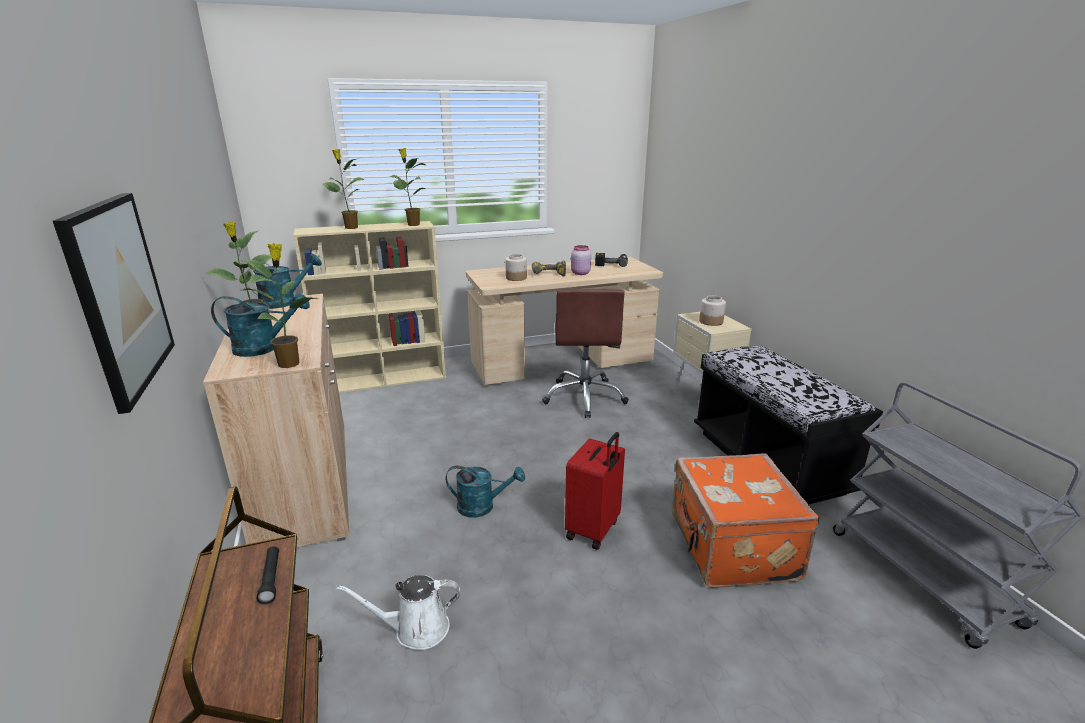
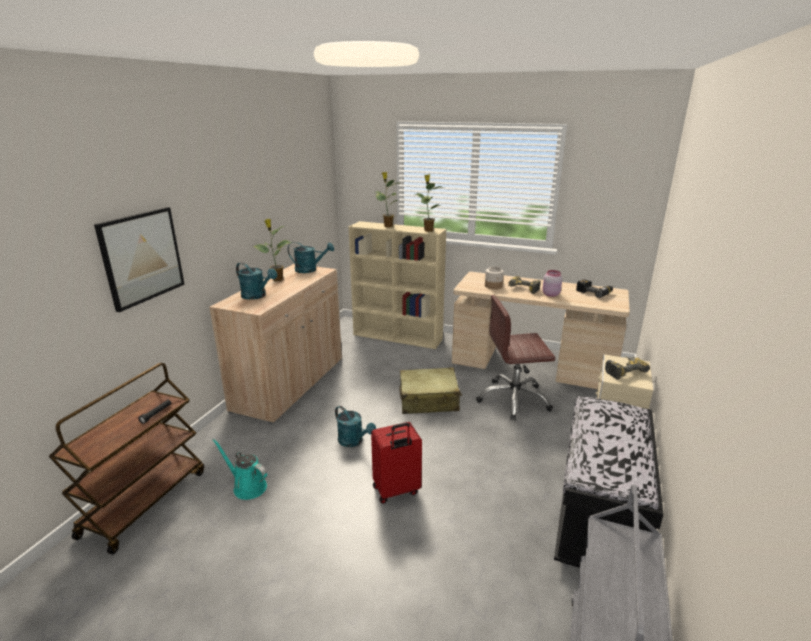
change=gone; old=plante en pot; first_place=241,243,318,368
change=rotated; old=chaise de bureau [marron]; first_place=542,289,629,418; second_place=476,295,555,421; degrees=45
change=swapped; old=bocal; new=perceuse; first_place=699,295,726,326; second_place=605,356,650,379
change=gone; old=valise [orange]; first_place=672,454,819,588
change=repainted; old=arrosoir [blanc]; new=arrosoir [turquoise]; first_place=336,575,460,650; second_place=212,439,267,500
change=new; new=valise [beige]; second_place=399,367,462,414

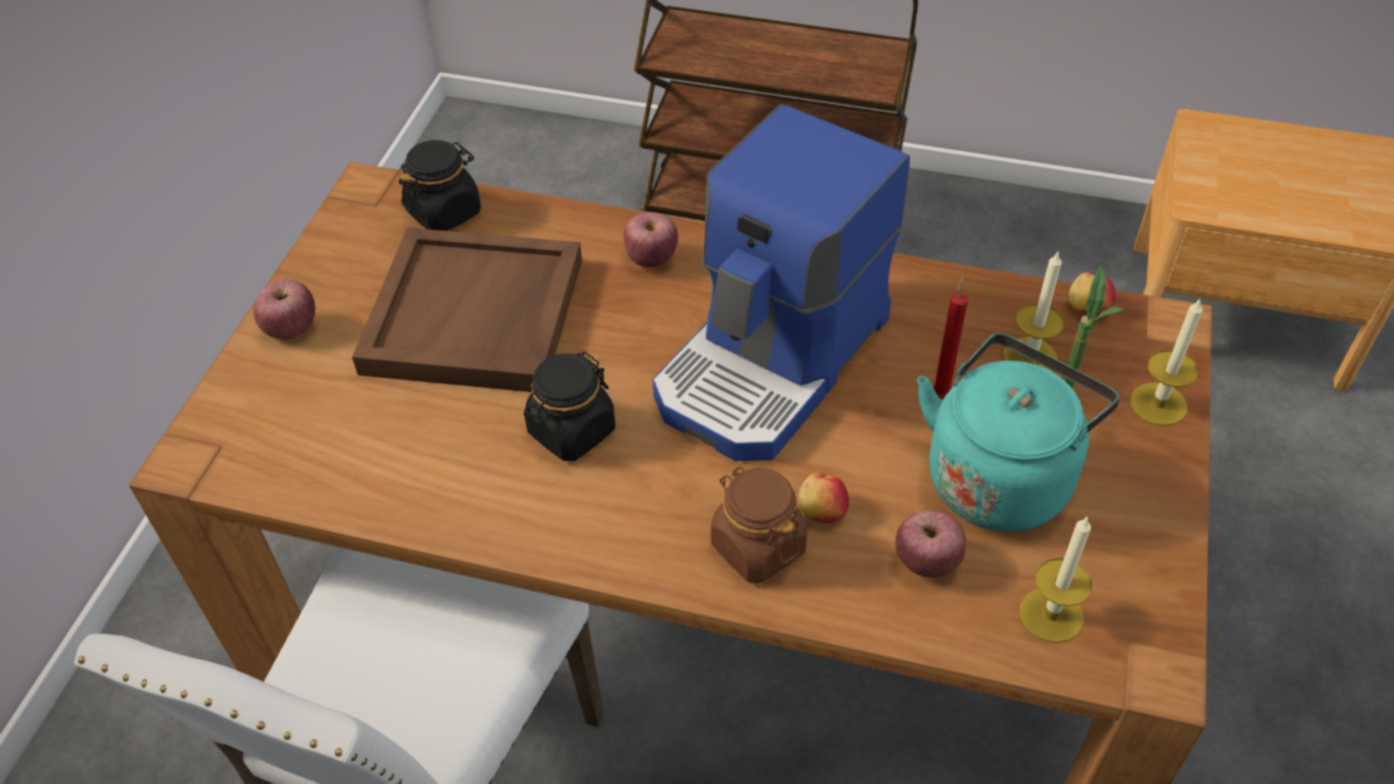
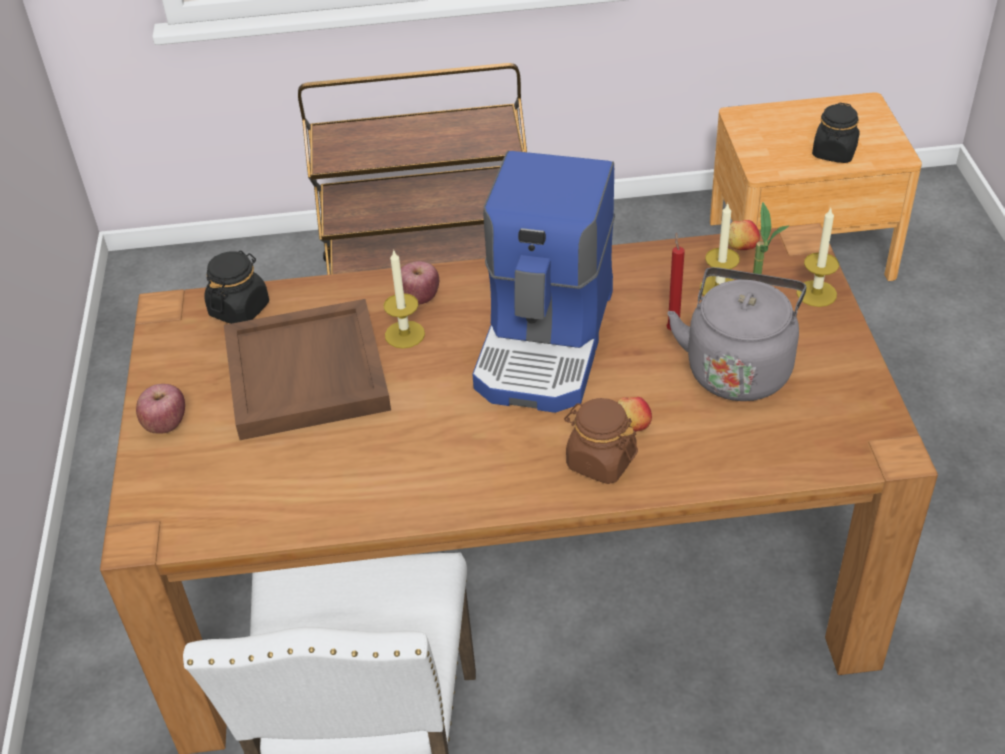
change=repainted; old=bouilloire [turquoise]; new=bouilloire [gris]; first_place=917,333,1120,532; second_place=667,267,806,401
change=shifted; old=bocal [noir]; first_place=524,352,615,461; second_place=812,103,860,163
change=gone; old=pomme; first_place=895,511,966,577
change=shifted; old=bougie; first_place=1020,517,1092,643; second_place=384,249,425,348

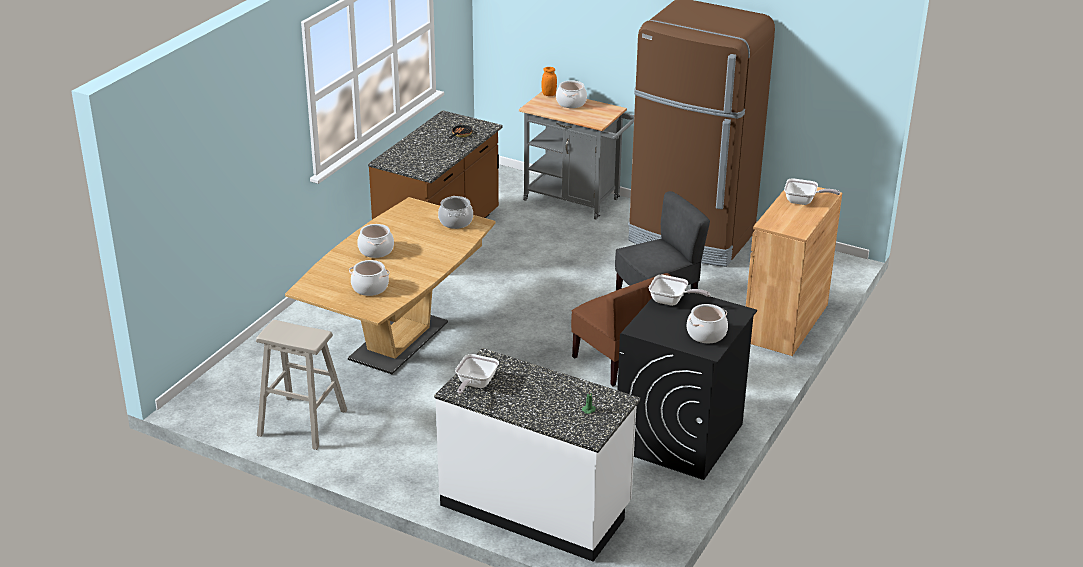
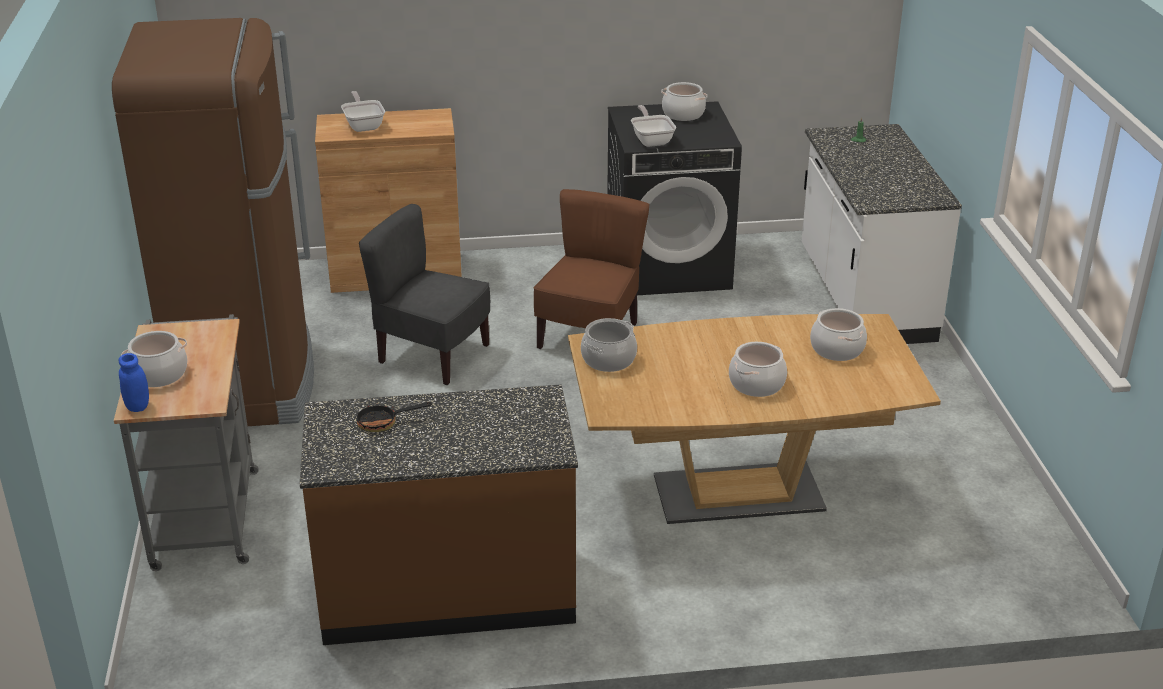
change=repainted; old=bocal [orange]; new=bocal [bleu]; first_place=542,67,557,96; second_place=119,353,149,412
change=gone; old=tabouret [beige]; first_place=256,320,347,450
change=gone; old=poêle; first_place=455,354,499,394

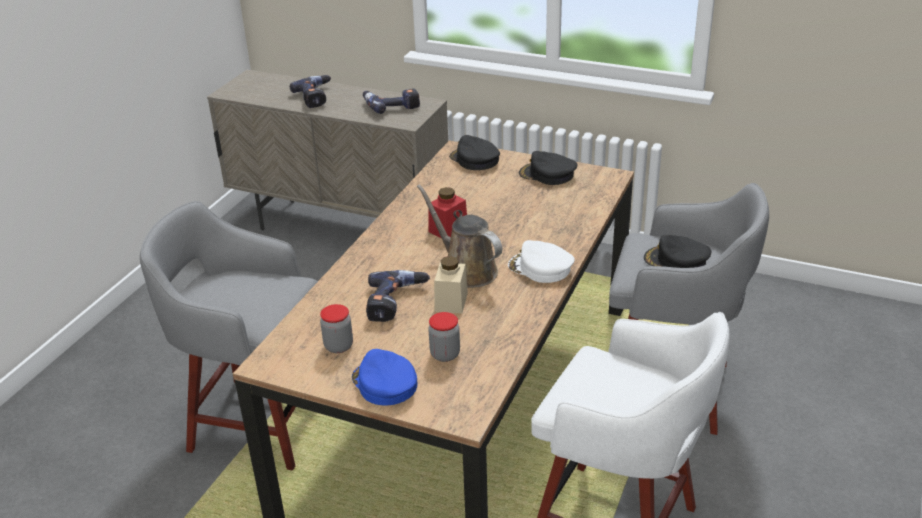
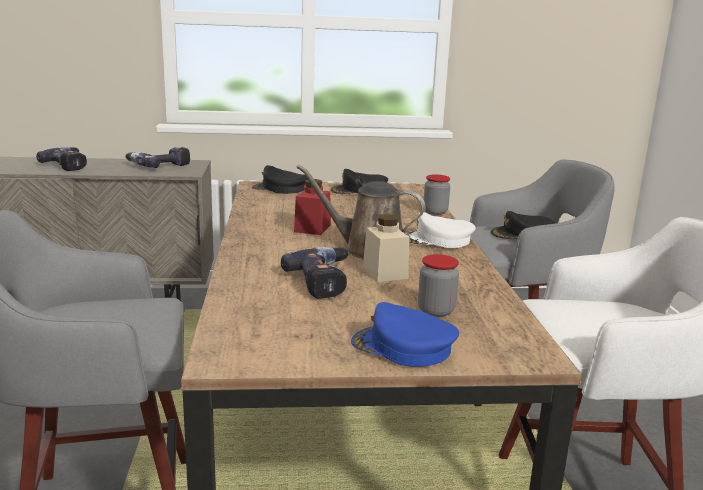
change=shifted; old=bocal; first_place=320,304,353,353; second_place=424,174,450,215

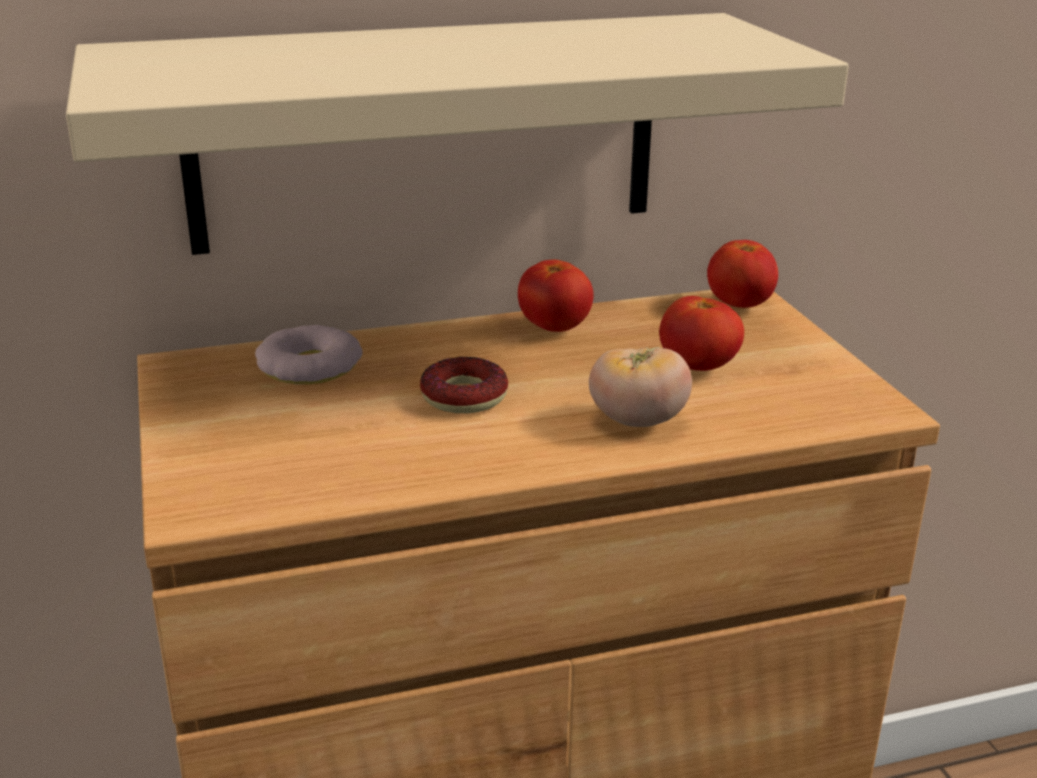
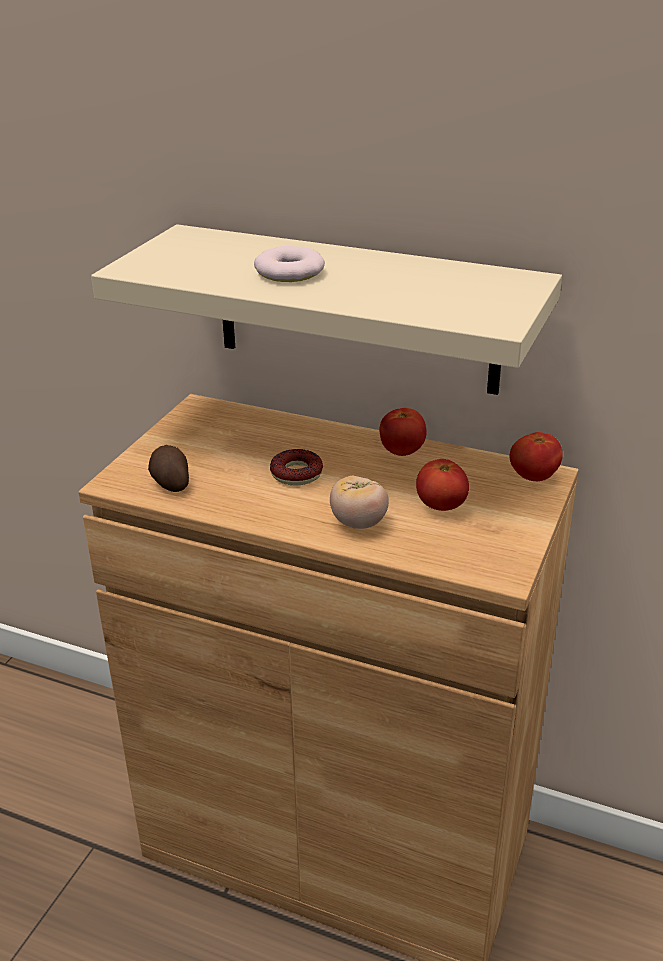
change=shifted; old=beignet; first_place=255,325,363,385; second_place=254,246,325,282
change=new; new=pomme de terre; second_place=148,445,189,492

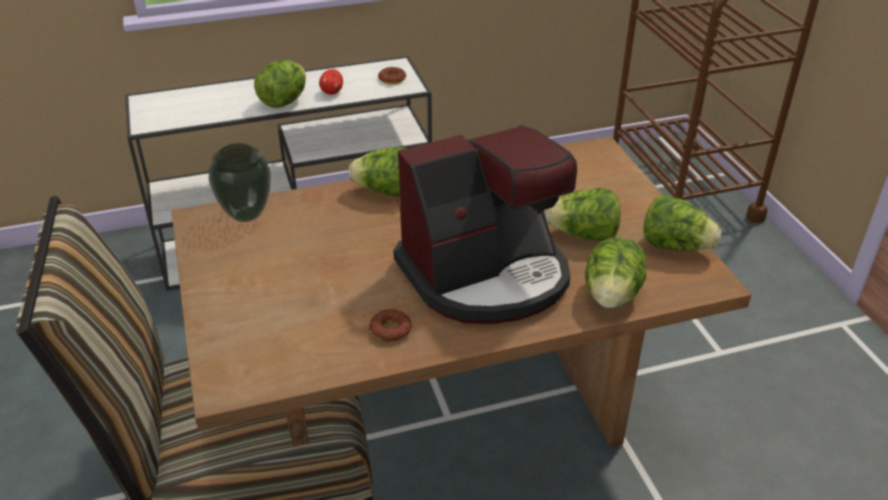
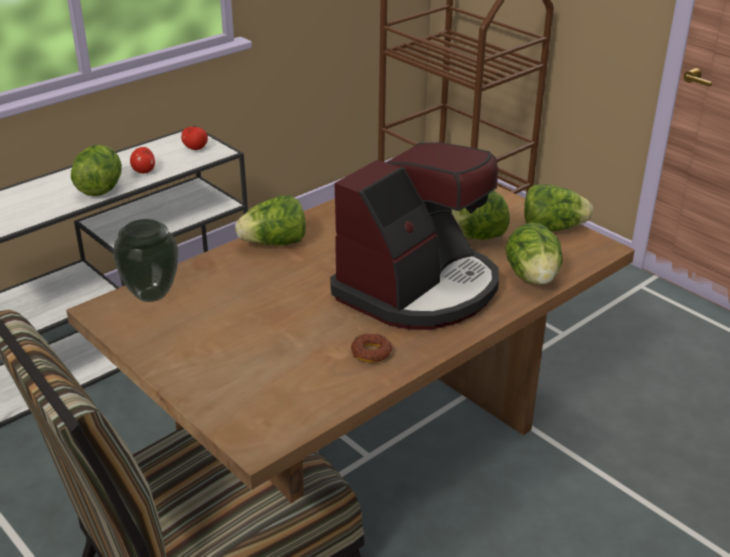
change=swapped; old=beignet; new=pomme; first_place=378,67,406,84; second_place=181,127,208,150

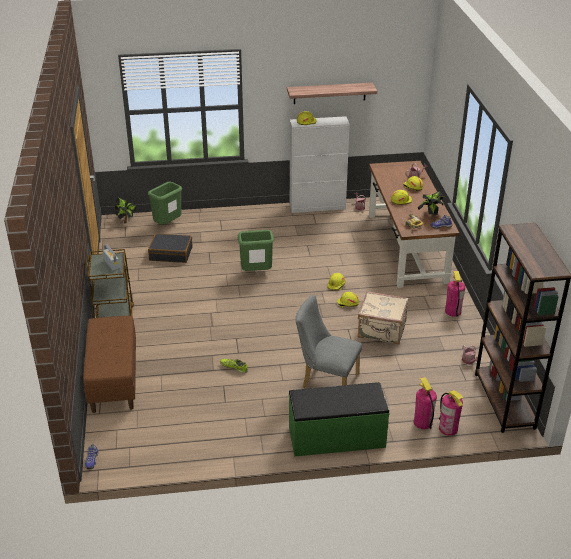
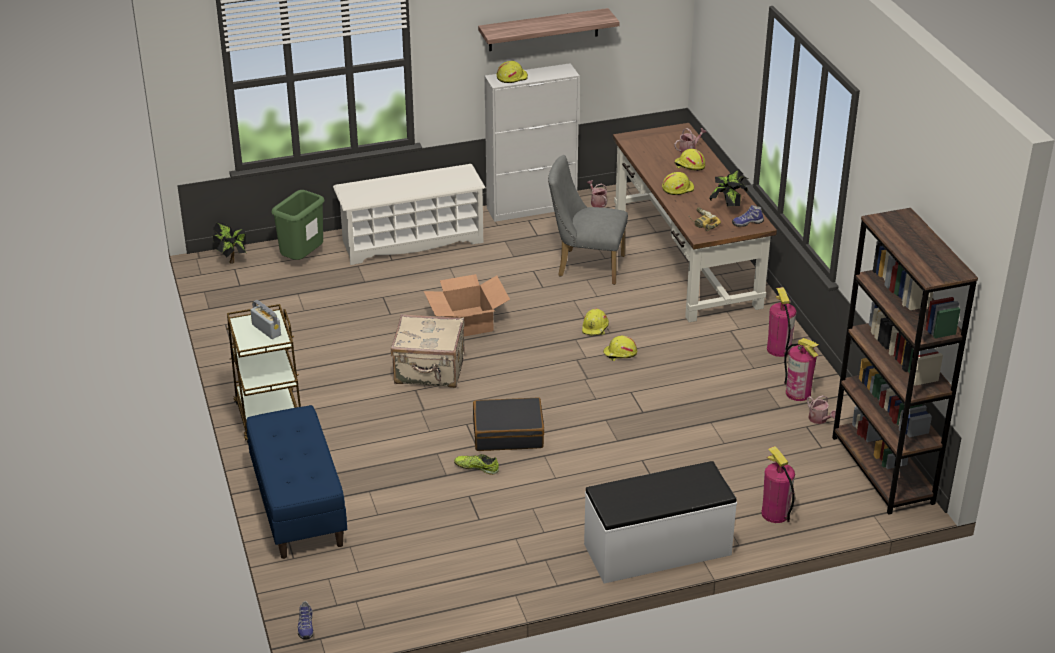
change=swapped; old=poubelle [vert]; new=carton; first_place=238,230,274,271; second_place=424,274,510,337
change=shifted; old=valise [noir]; first_place=148,234,193,263; second_place=473,397,544,451
change=shifted; old=valise [beige]; first_place=358,291,409,345; second_place=391,314,465,388
change=shifted; old=chaise [gris]; first_place=295,295,362,388; second_place=548,155,628,285
change=repainted; old=banc [marron]; new=banc [bleu]; first_place=83,315,136,413; second_place=246,405,347,559
change=repainted; old=banc [vert]; new=banc [blanc]; first_place=289,382,390,457; second_place=584,461,737,584
change=shifted; old=extincteur; first_place=439,390,464,436; second_place=784,338,819,401
change=new; new=étagère à chaussures [blanc]; second_place=333,164,486,265

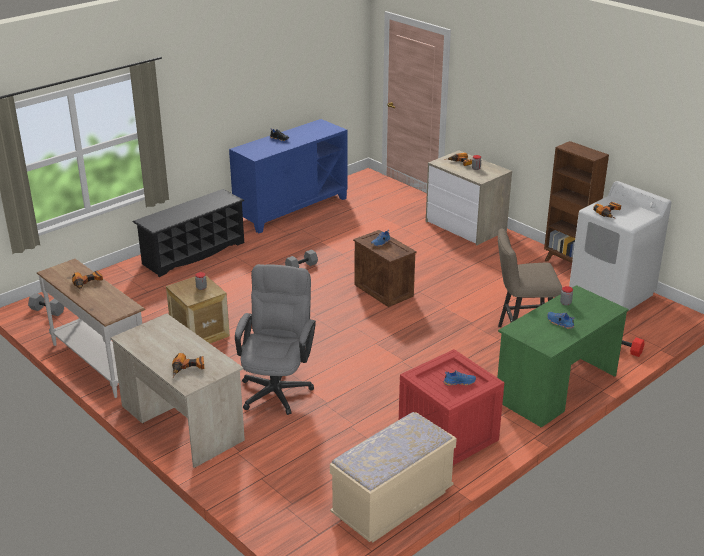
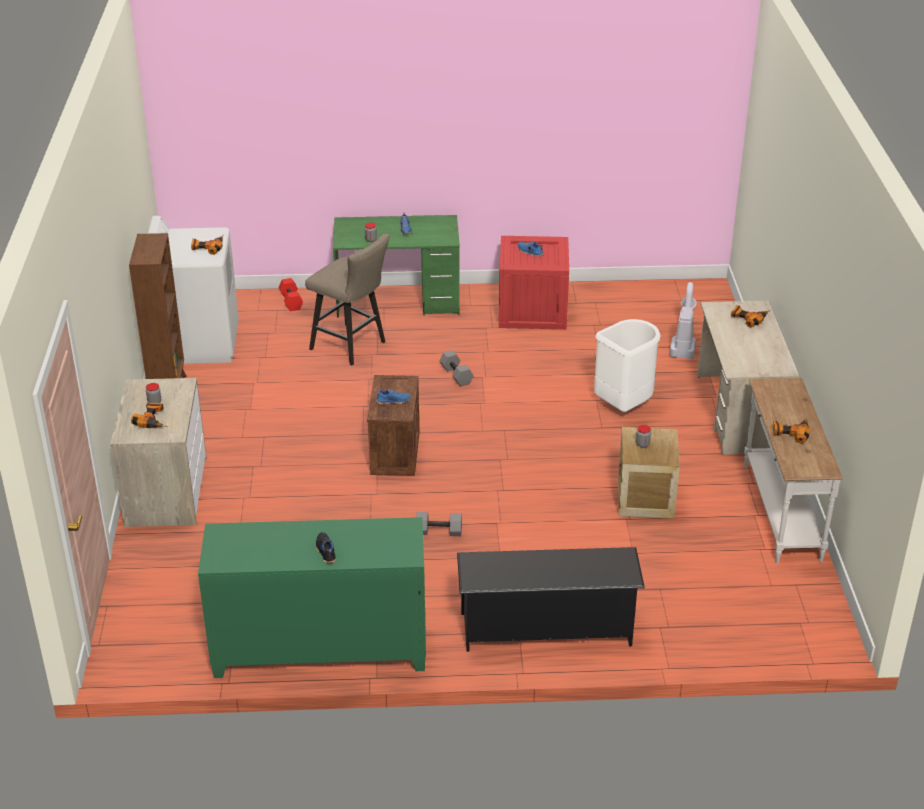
change=repainted; old=meuble de rangement [bleu]; new=meuble de rangement [vert]; first_place=229,119,348,233; second_place=198,517,426,678
change=swapped; old=chaise de bureau [gris]; new=poubelle [blanc]; first_place=235,264,316,415; second_place=594,319,661,412
change=shifted; old=haltère [gris]; first_place=28,293,64,316; second_place=439,350,474,386
change=gone; old=banc [beige]; first_place=330,412,457,543
change=new; new=aspirateur; second_place=670,282,697,359

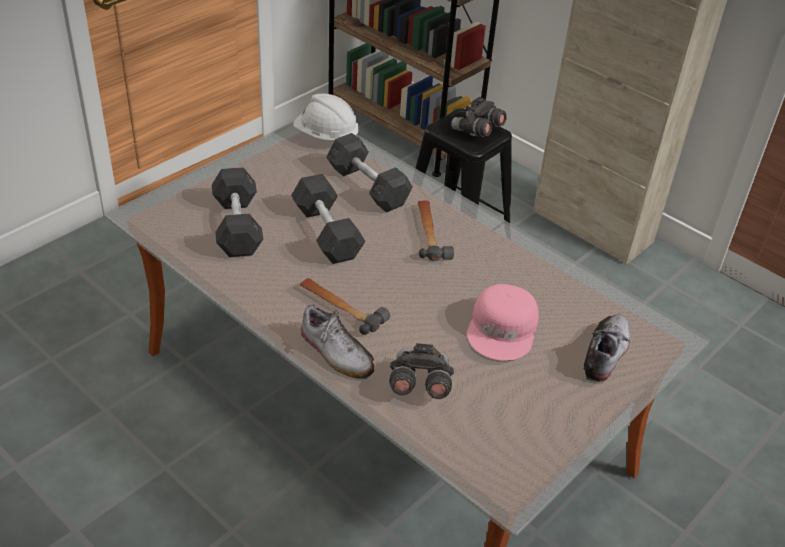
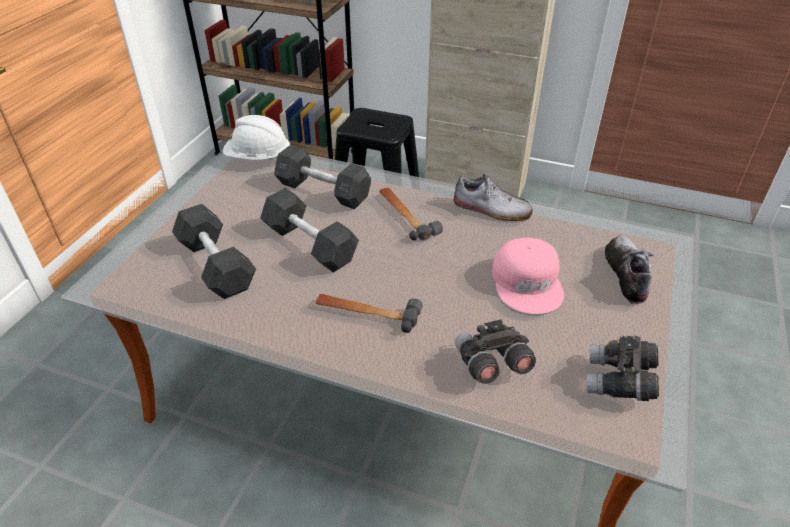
change=shifted; old=jumelles [gris]; first_place=451,97,507,137; second_place=587,335,659,401
change=shifted; old=chaussure; first_place=301,304,374,379; second_place=453,173,533,221

